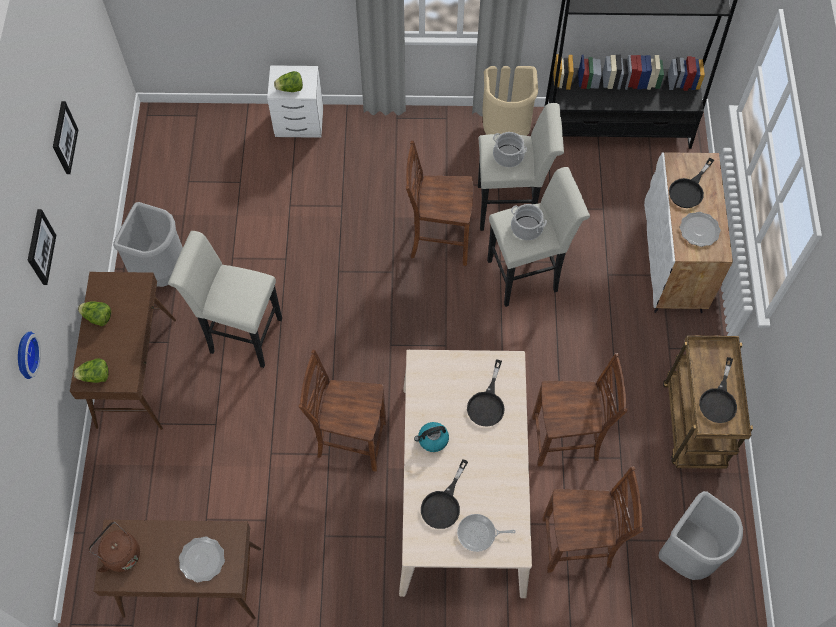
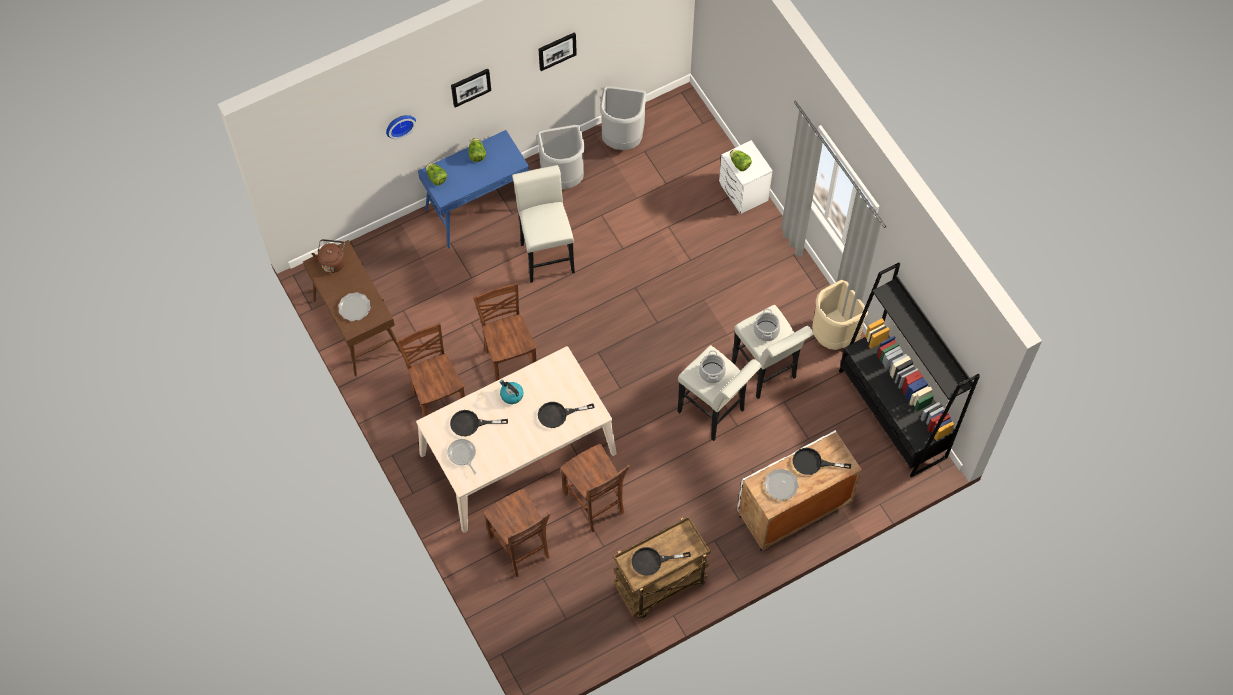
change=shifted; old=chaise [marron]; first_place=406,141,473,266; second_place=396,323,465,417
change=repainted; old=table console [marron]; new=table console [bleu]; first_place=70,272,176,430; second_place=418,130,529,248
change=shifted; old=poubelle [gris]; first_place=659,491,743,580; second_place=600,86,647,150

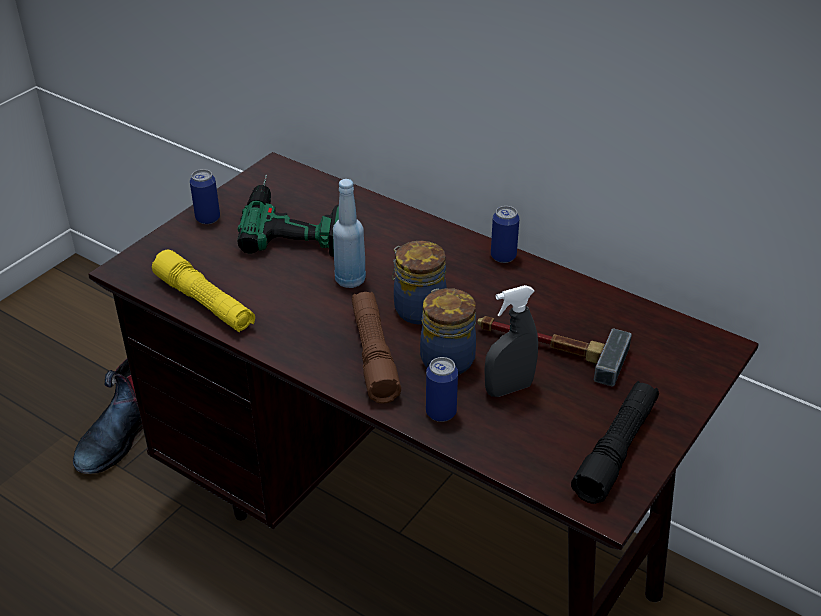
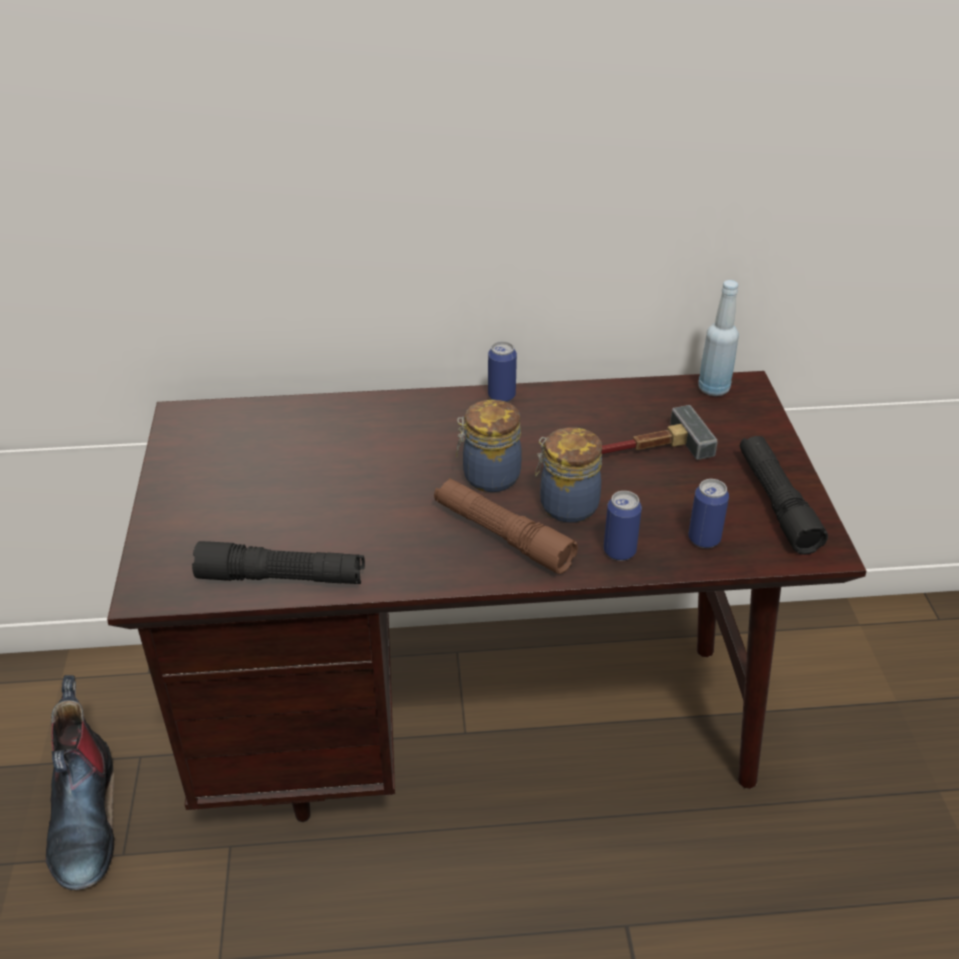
change=shifted; old=boîte métallique; first_place=190,169,220,224; second_place=688,479,729,548
change=gone; old=perceuse; first_place=237,175,339,257
change=shifted; old=bouteille [bleu]; first_place=333,179,366,288; second_place=699,280,739,396
change=repainted; old=lampe de poche [jaune]; new=lampe de poche [noir]; first_place=152,250,255,332; second_place=192,541,365,584
change=gone; old=vaporisateur [gris]; first_place=484,285,538,397

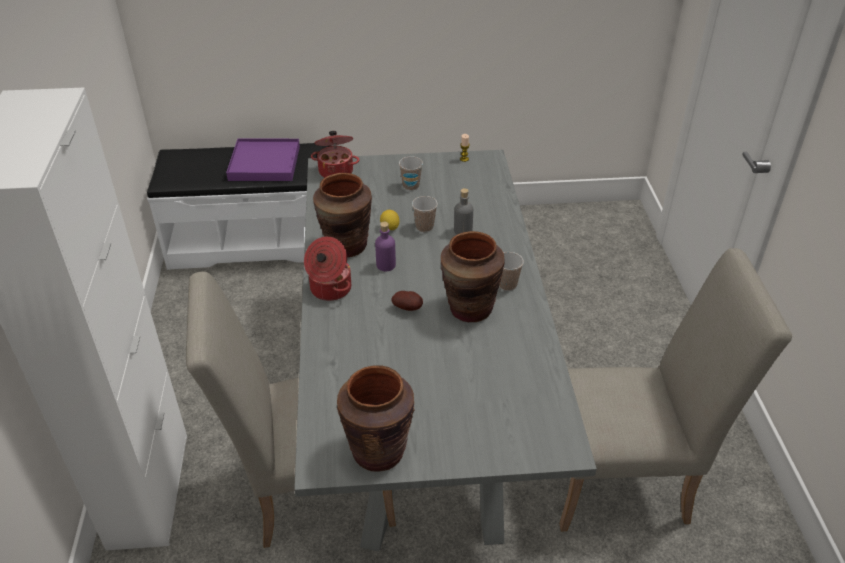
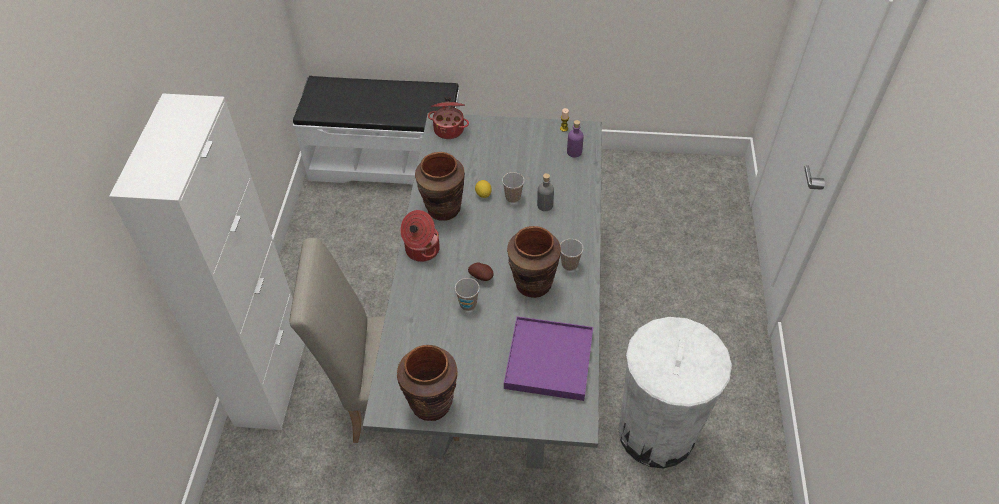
change=shifted; old=plateau [violet]; first_place=226,138,300,181; second_place=504,316,593,401
change=shifted; old=tasse; first_place=399,156,423,191; second_place=455,278,480,311
change=shifted; old=bouteille [violet]; first_place=375,222,396,271; second_place=567,120,584,157
change=swapped; old=chaise [beige]; new=poubelle [blanc]; first_place=560,248,792,531; second_place=618,317,732,468

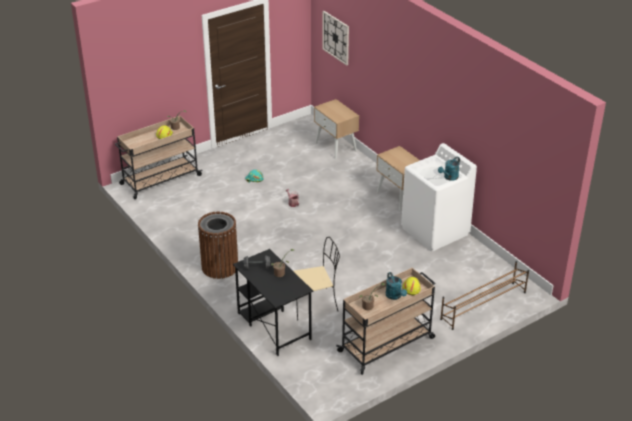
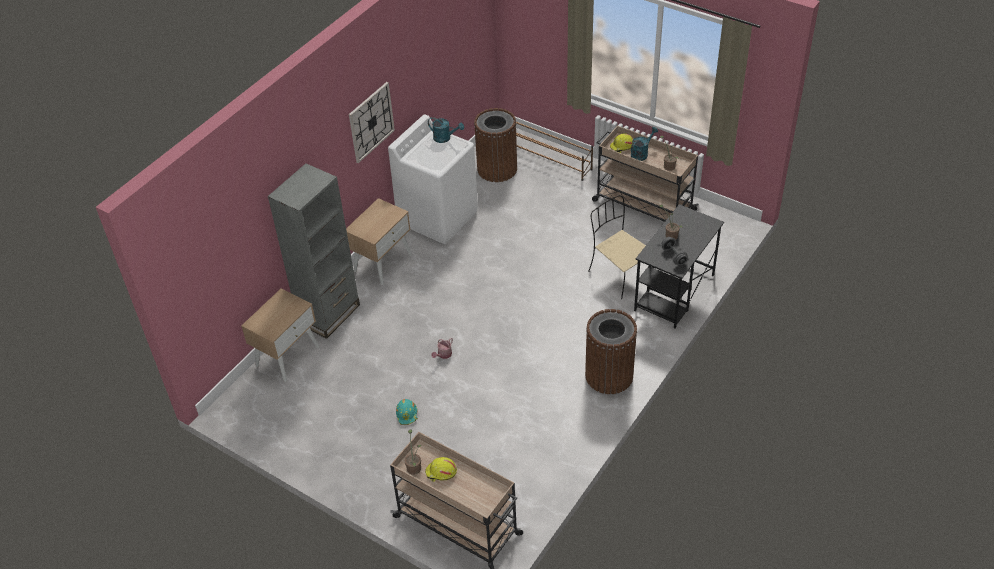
change=shifted; old=horloge murale; first_place=322,11,349,66; second_place=349,82,395,163
change=new; new=poubelle [marron]; second_place=474,108,517,182
change=new; new=bibliothèque [gris]; second_place=268,163,360,339

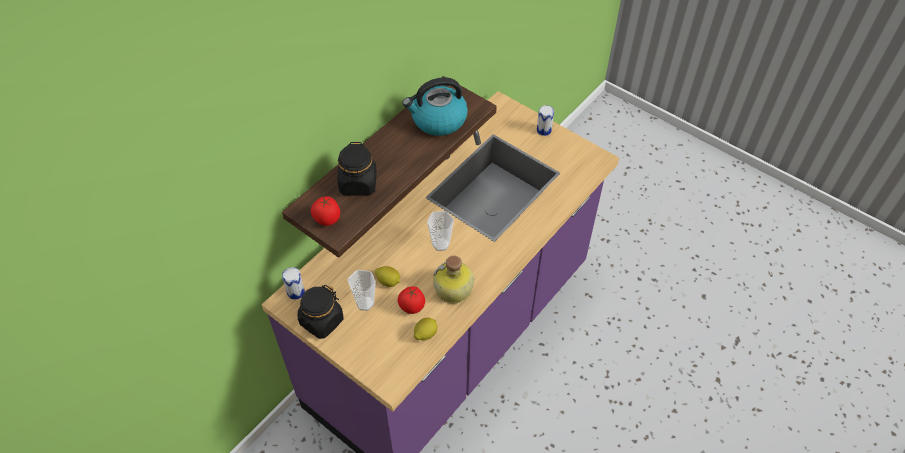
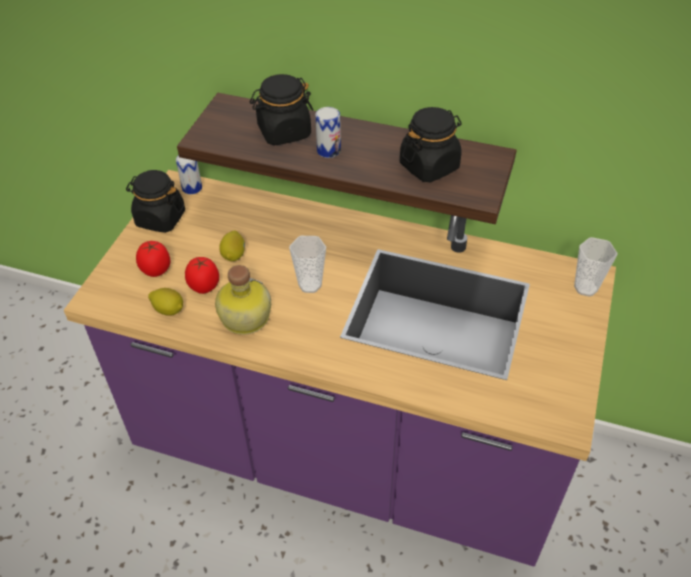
change=swapped; old=bouilloire; new=bocal [noir]; first_place=402,77,468,136; second_place=400,107,462,182
change=shifted; old=boîte métallique; first_place=537,105,554,136; second_place=315,107,341,158
change=shifted; old=tomate; first_place=311,197,340,226; second_place=136,241,171,277
change=shifted; old=tasse; first_place=347,270,376,311; second_place=574,237,617,297

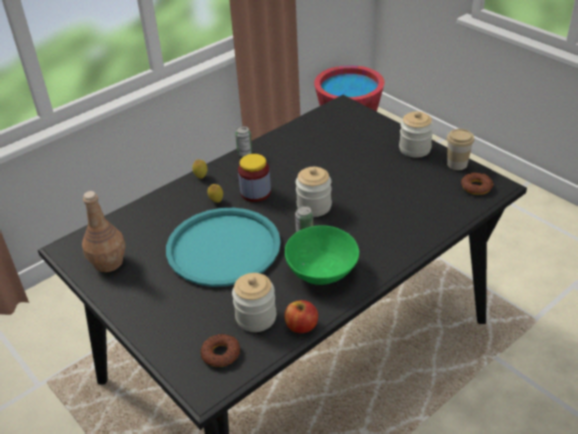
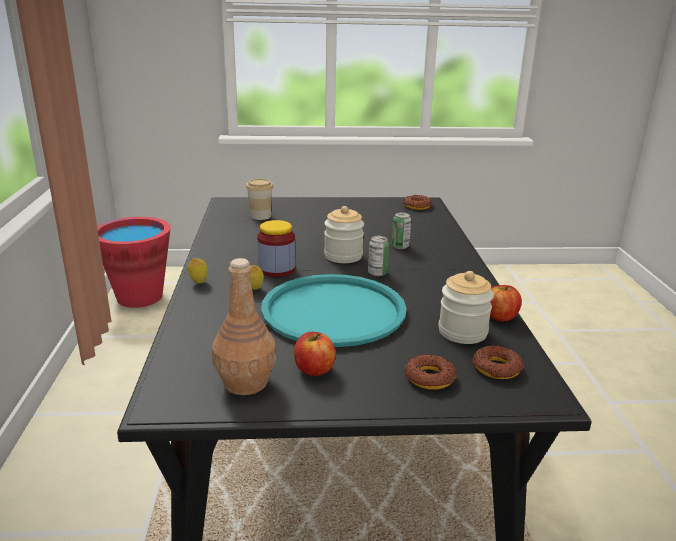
change=gone; old=bocal; first_place=399,111,434,158
change=shifted; old=boîte métallique; first_place=235,126,252,157; second_place=392,212,411,249
change=shifted; old=tasse; first_place=446,129,474,170; second_place=246,179,273,220
change=gone; old=bol [vert]; first_place=285,225,359,285
change=new; new=pomme; second_place=294,332,336,376
change=new; new=beignet; second_place=405,354,457,390

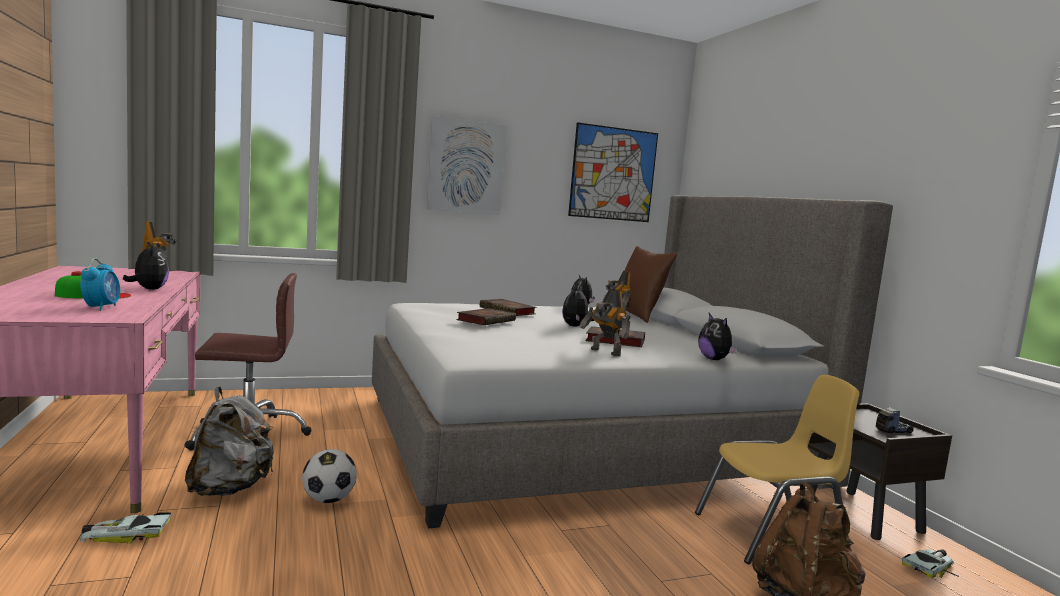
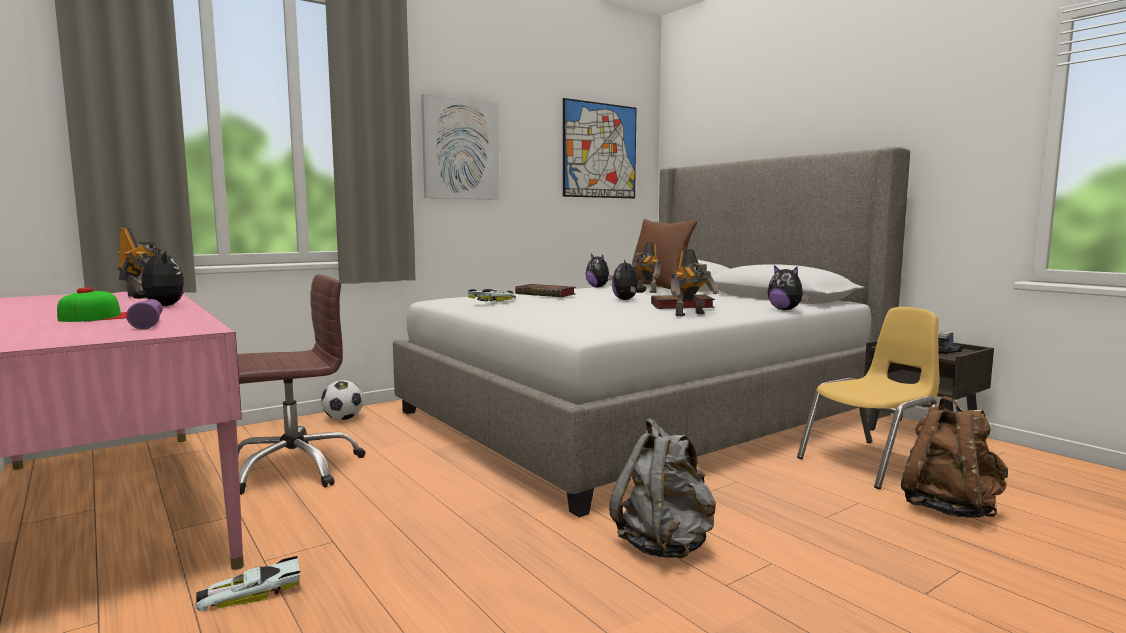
change=swapped; old=réveil; new=lampe de poche [violet]; first_place=80,258,120,311; second_place=126,299,163,330
change=rotated; old=robot jouet; first_place=579,289,631,356; second_place=671,249,719,316; degrees=-60
change=gone; old=livre; first_place=456,308,516,325
change=shifted; old=sac à dos [gris]; first_place=185,387,274,496; second_place=609,418,716,558
change=shifted; old=ballon de foot; first_place=302,449,357,503; second_place=321,380,363,420
change=shifted; old=petite voiture; first_place=902,549,959,578; second_place=468,289,516,302

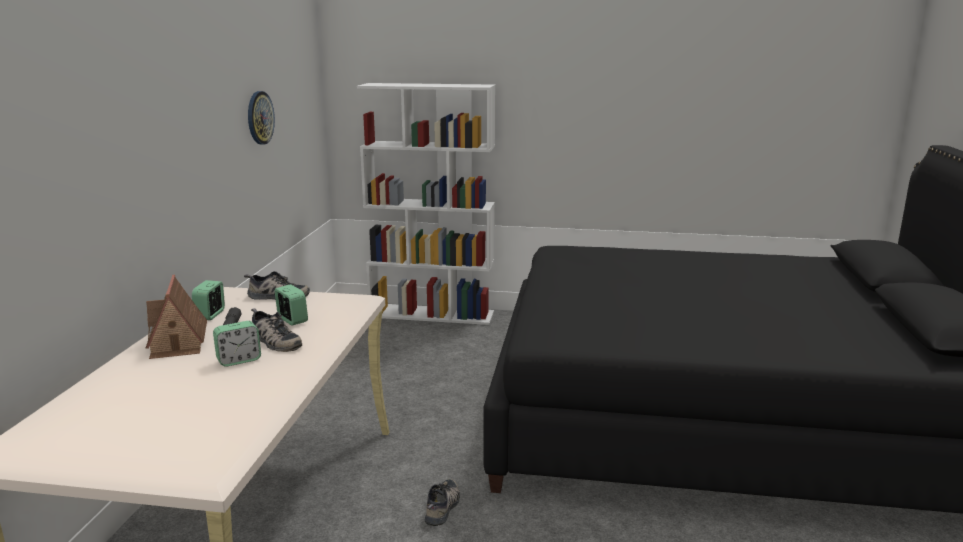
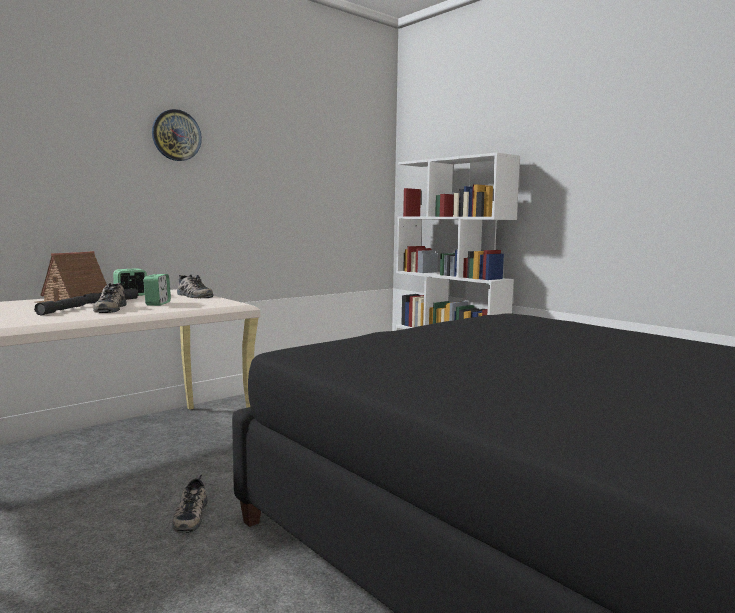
change=shifted; old=horloge murale; first_place=248,91,275,145; second_place=152,109,202,161
change=swapped; old=réveil; new=lampe de poche [gris]; first_place=213,321,261,367; second_place=34,296,87,316
change=rotated; old=chaussure; first_place=425,479,460,526; second_place=172,474,208,533; degrees=120

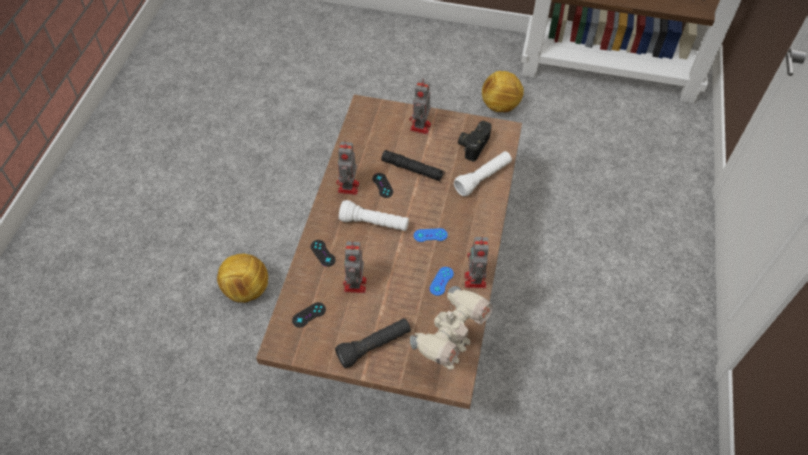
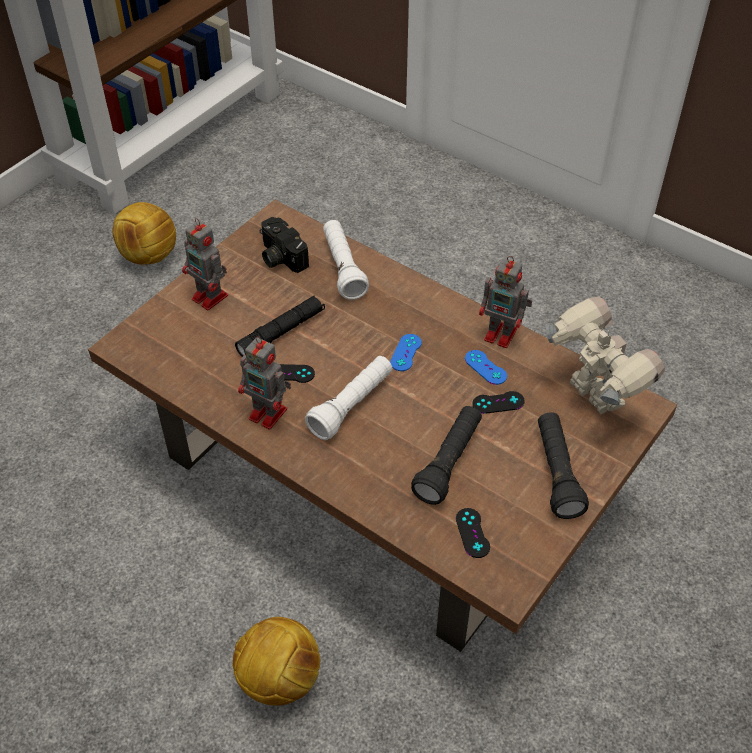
change=shifted; old=manette [noir]; first_place=310,240,336,267; second_place=472,391,525,414
change=swapped; old=robot jouet; new=lampe de poche [noir]; first_place=343,241,367,293; second_place=411,406,482,505

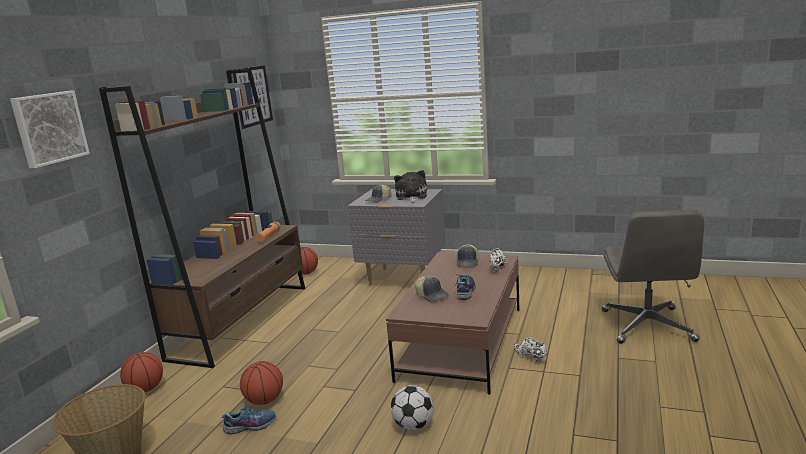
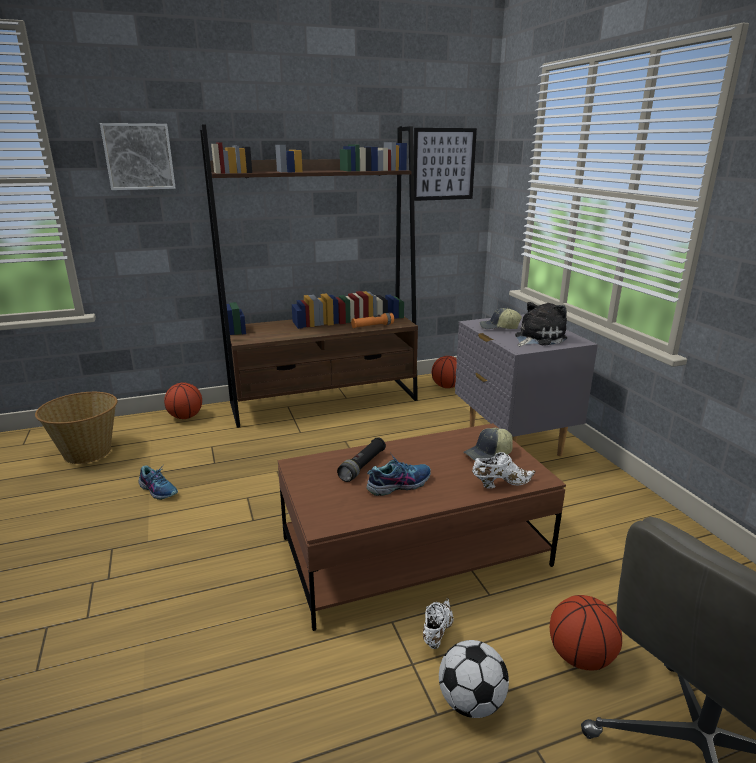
change=swapped; old=casquette; new=lampe de poche [noir]; first_place=415,276,449,303; second_place=337,437,386,482
change=shifted; old=ballon de basket; first_place=240,361,283,405; second_place=550,595,622,670
change=shifted; old=ballon de foot; first_place=391,385,434,430; second_place=439,640,509,718

